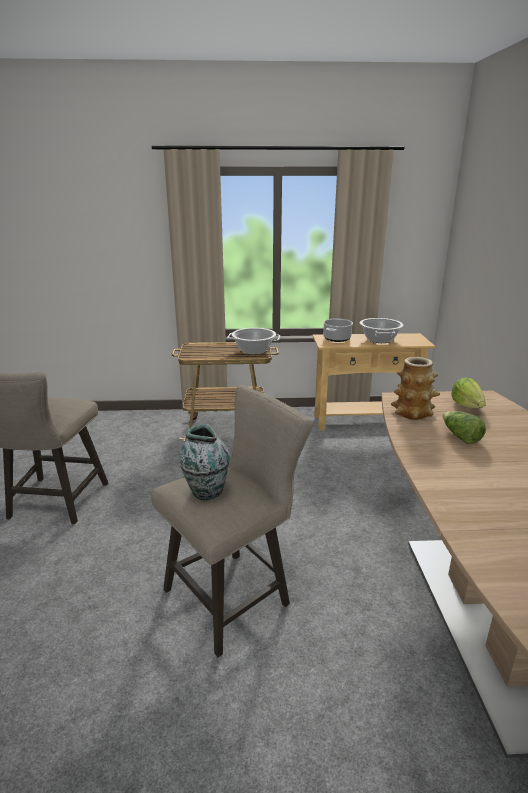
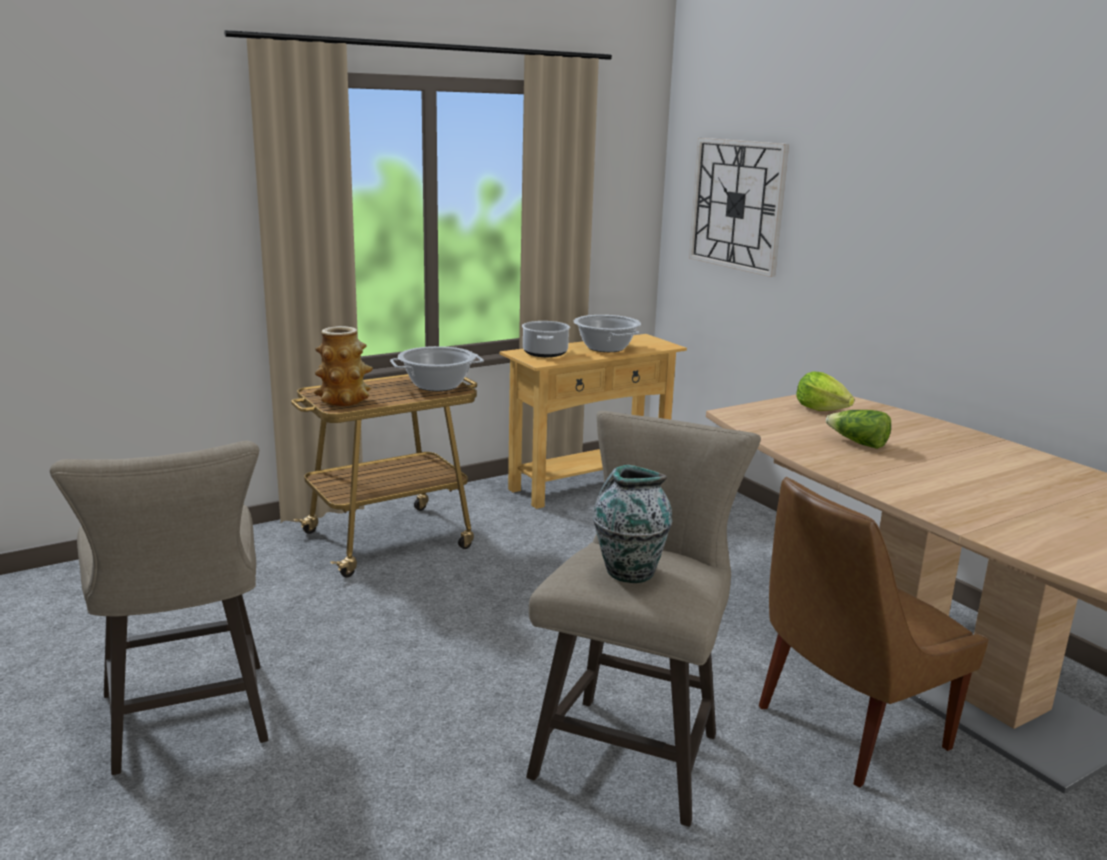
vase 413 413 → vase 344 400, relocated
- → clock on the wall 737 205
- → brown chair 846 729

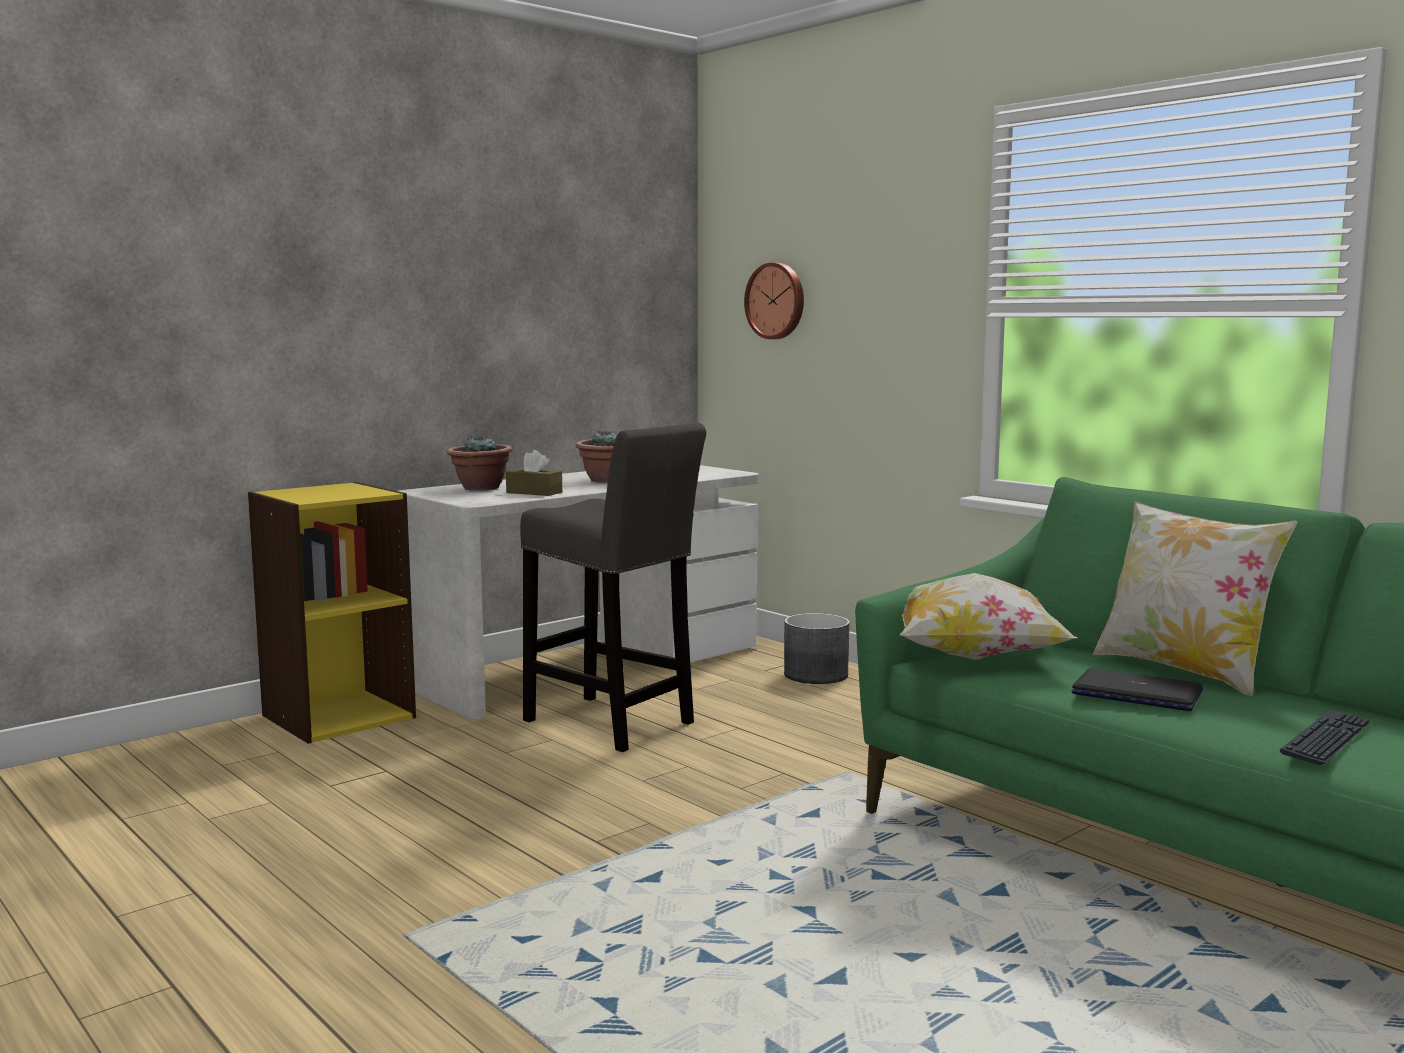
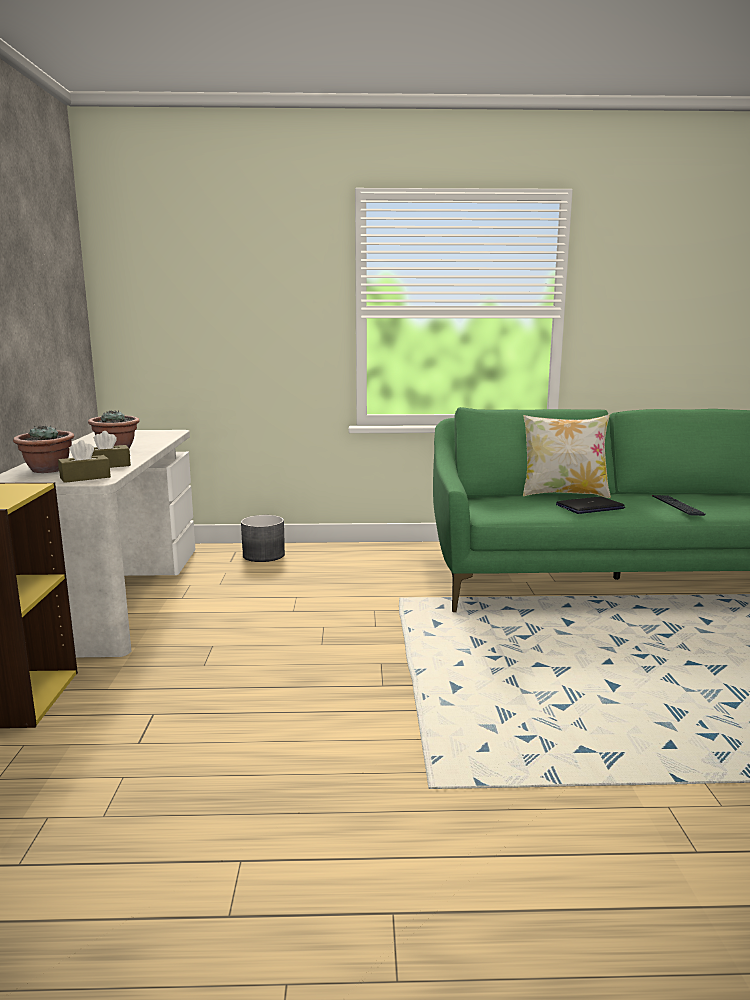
grey stool 613 724 → -
clock on the wall 776 301 → -
pillow 972 656 → -
- → brown tissue holder 85 477

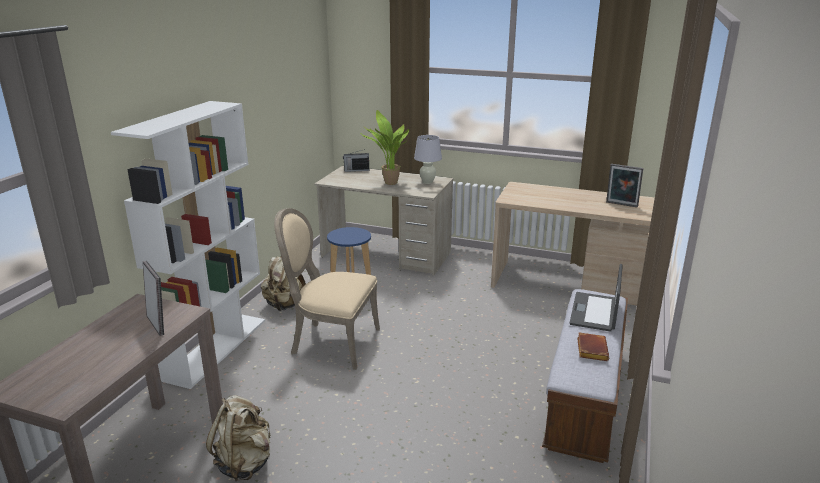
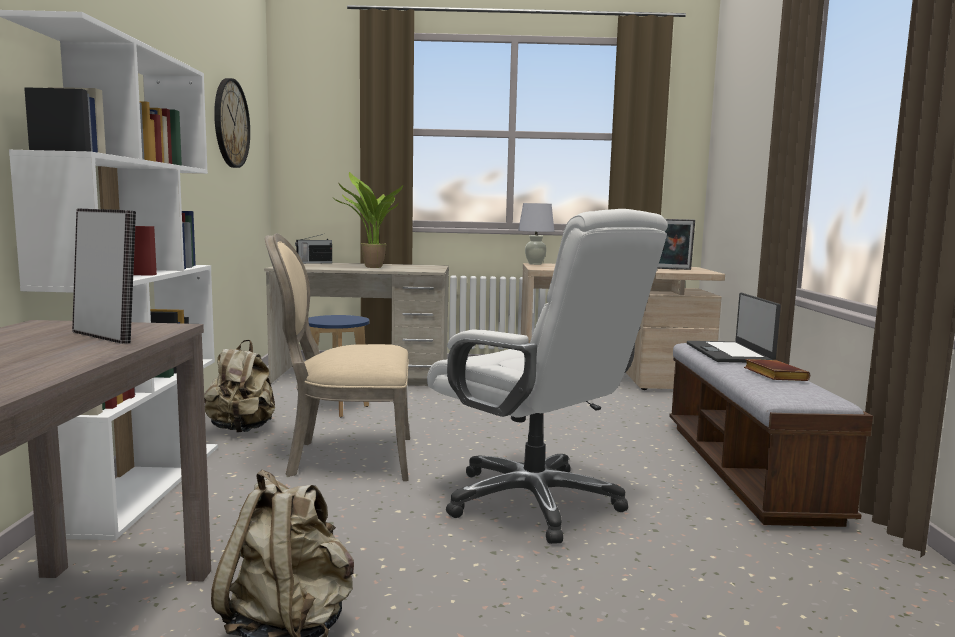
white table lamp 427 182 → white table lamp 534 264, relocated
- → clock on the wall 231 123
- → white office chair 534 502

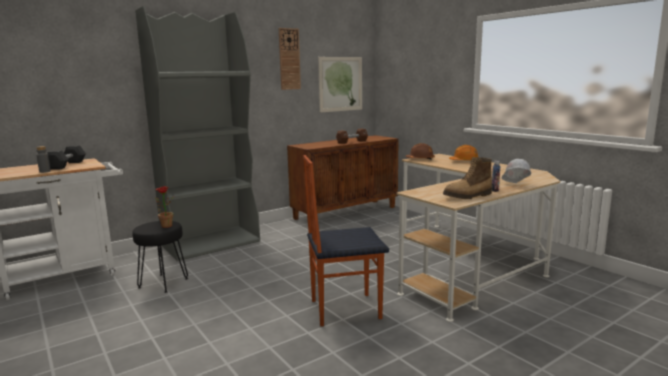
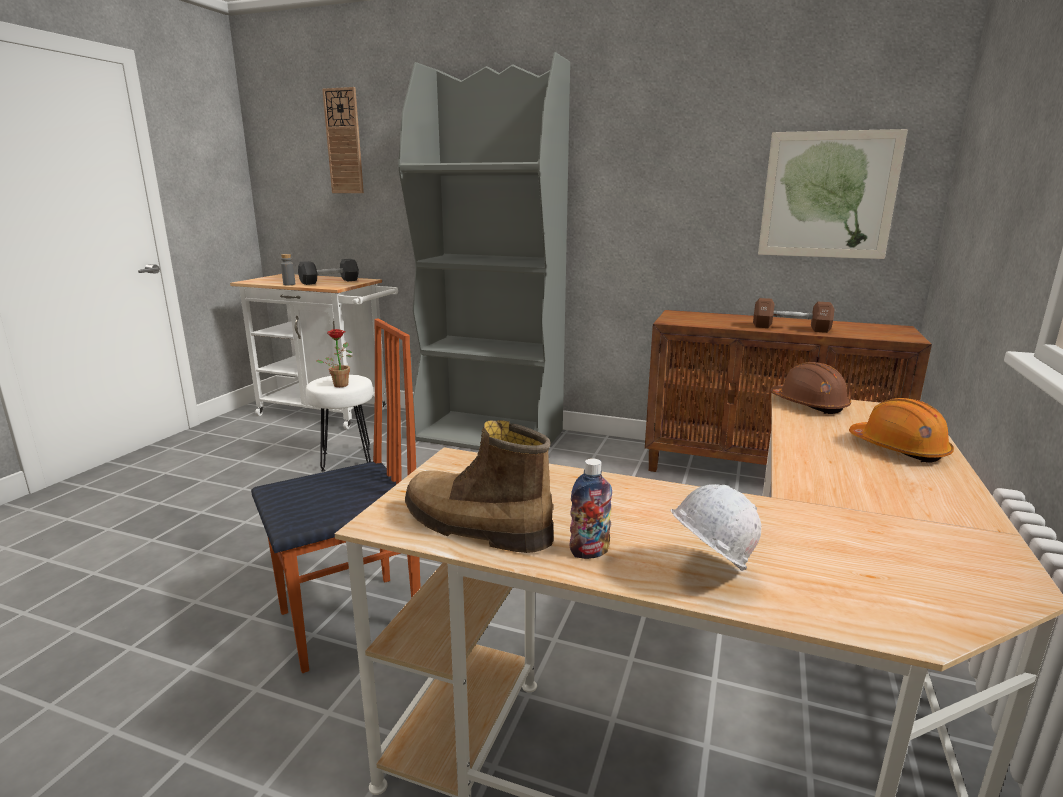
blackish stool 163 283 → white stool 347 459
clock on the wall 289 59 → clock on the wall 344 142, relocated
chair 344 309 → chair 352 622, 105 degrees clockwise

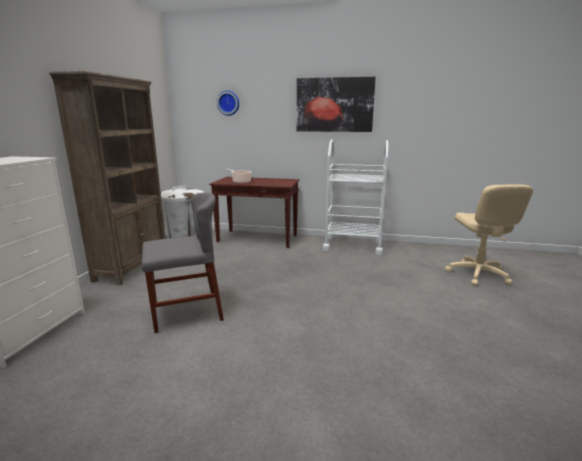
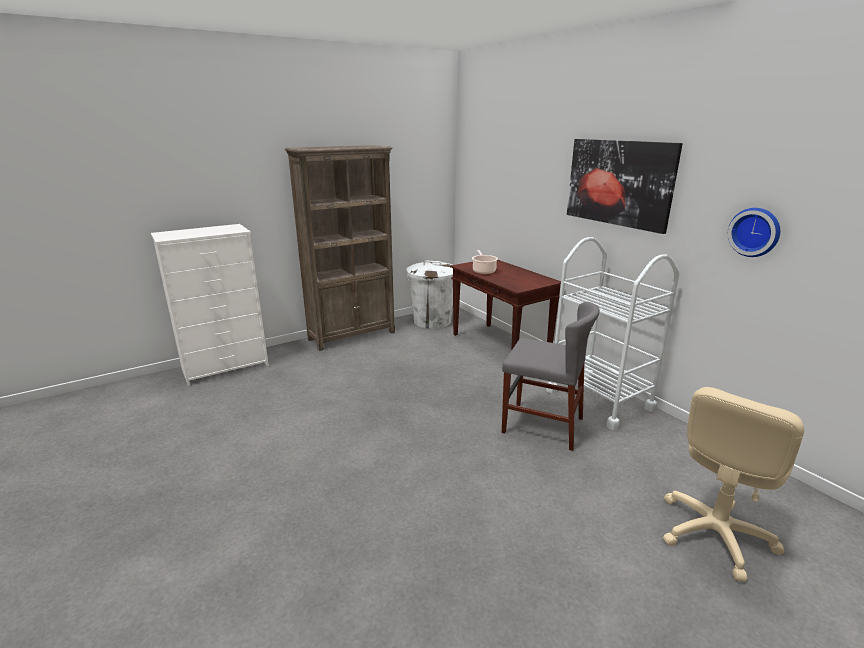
grey chair 187 313 → grey chair 542 425, relocated
clock on the wall 228 103 → clock on the wall 755 232, relocated

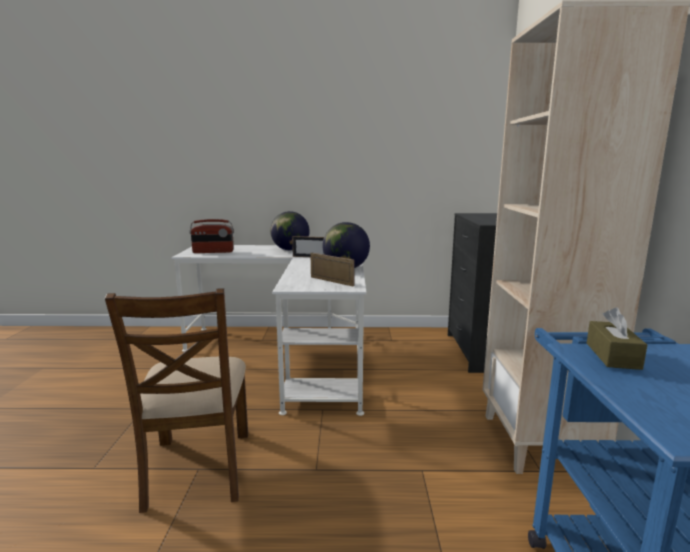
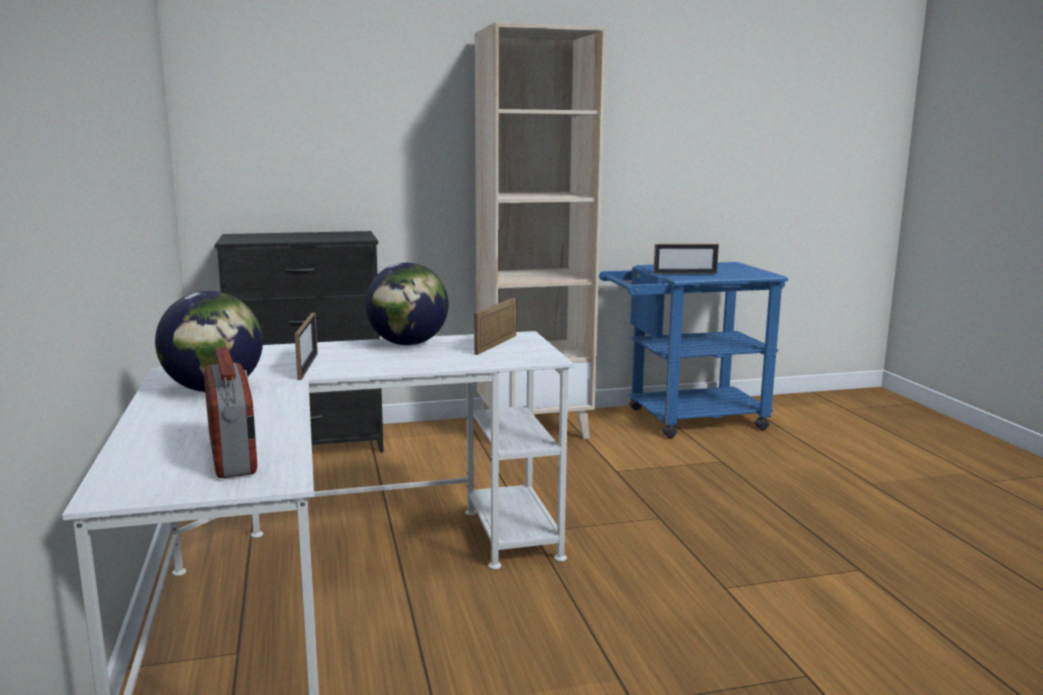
brown chair 198 468 → -
brown tissue holder 612 355 → photo frame 685 273

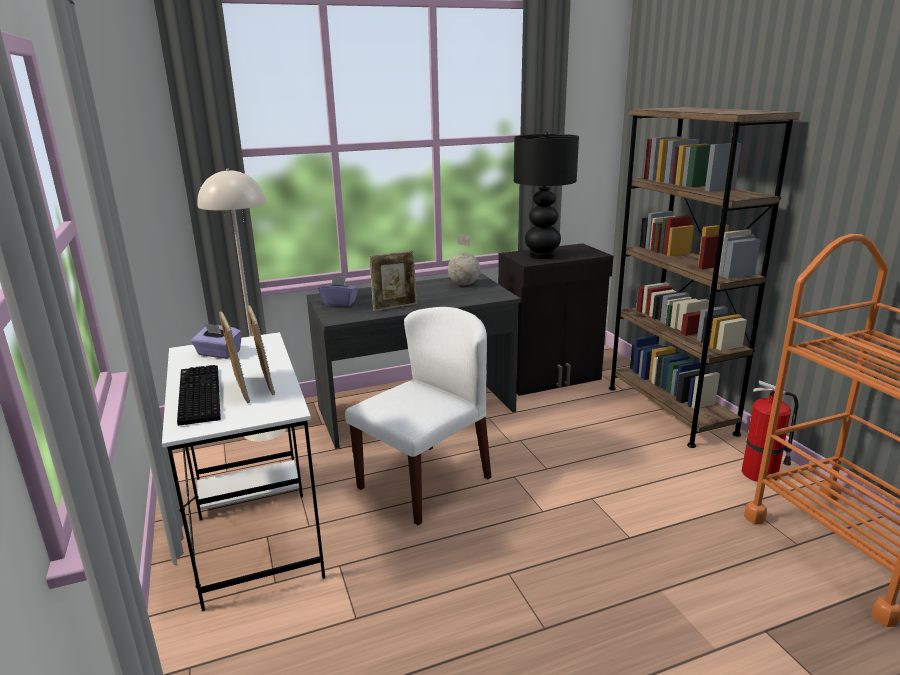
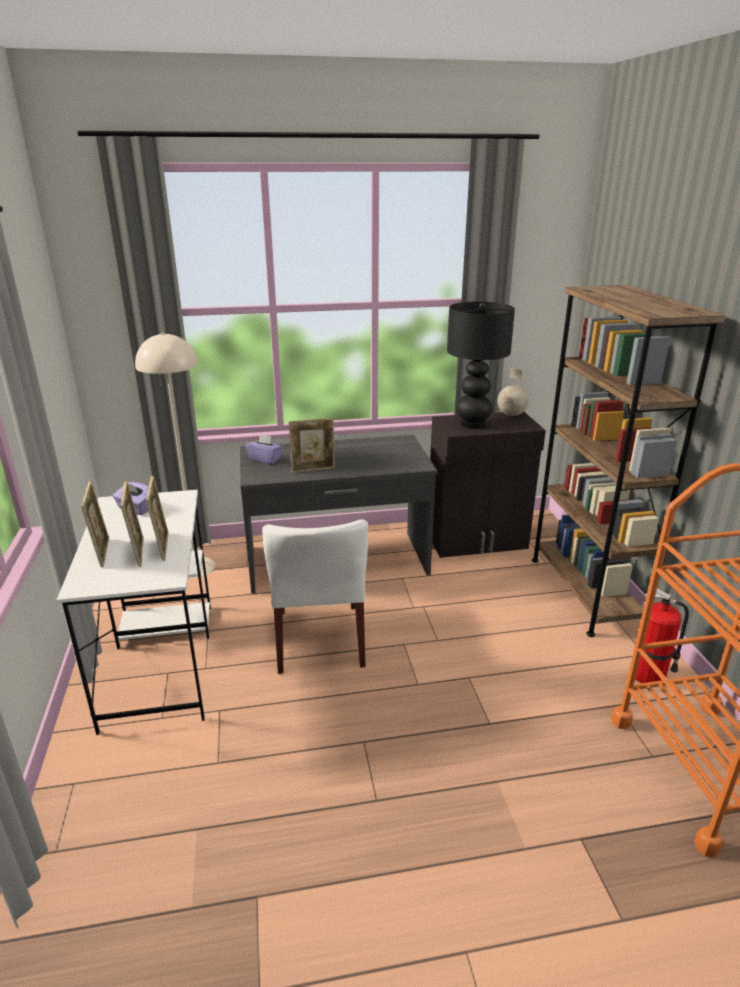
computer keyboard 197 395 → photo frame 102 552
white chair 425 481 → white chair 320 638, 120 degrees clockwise
world globe 464 284 → world globe 511 415, relocated

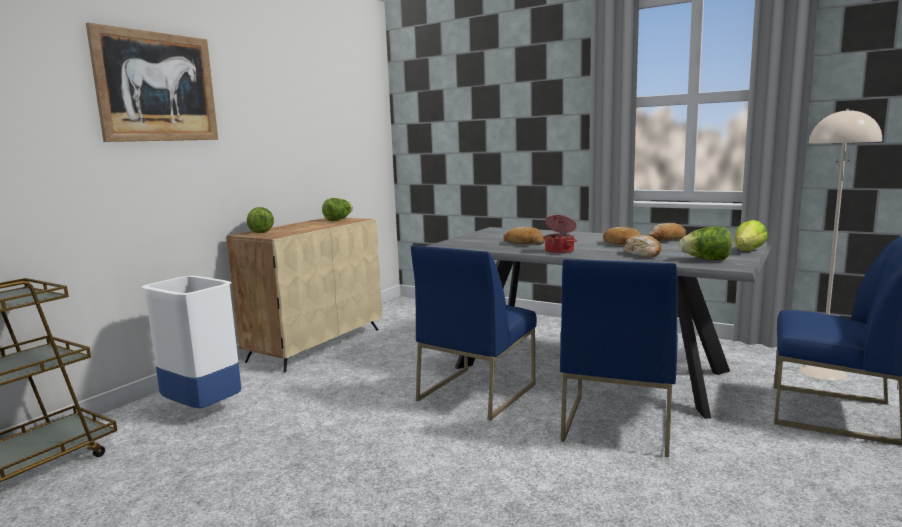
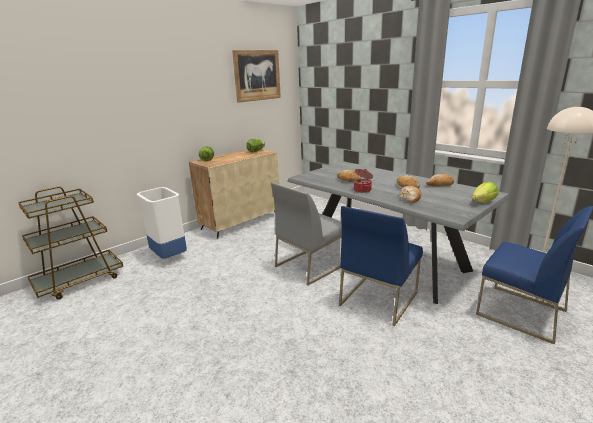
wall art 157 87 → wall art 257 75, relocated
bluish chair 476 392 → grey chair 310 265
lettuce head 706 260 → -

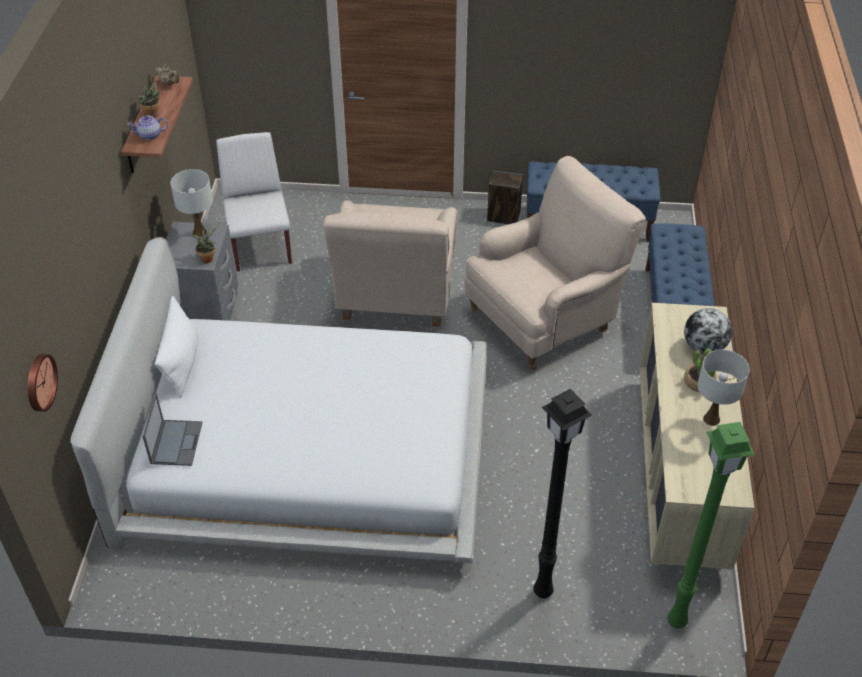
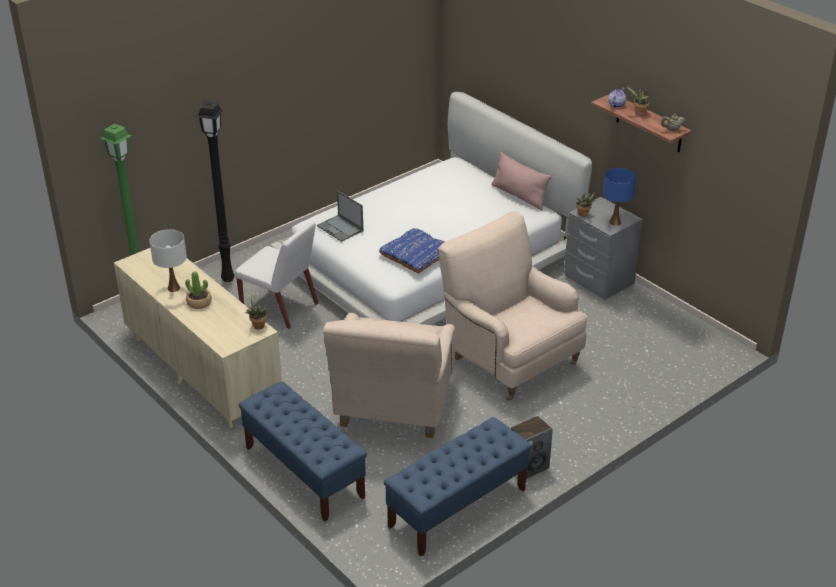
clock on the wall 39 382 → -
laptop 176 442 → laptop 340 228, relocated
white pillow 182 362 → pink pillow 519 195
white table lamp 199 233 → bluish table lamp 615 222
white chair 260 245 → white chair 280 307, relocated
world globe 704 347 → -
- → houseplant 257 325
- → bluish pillow 416 255

